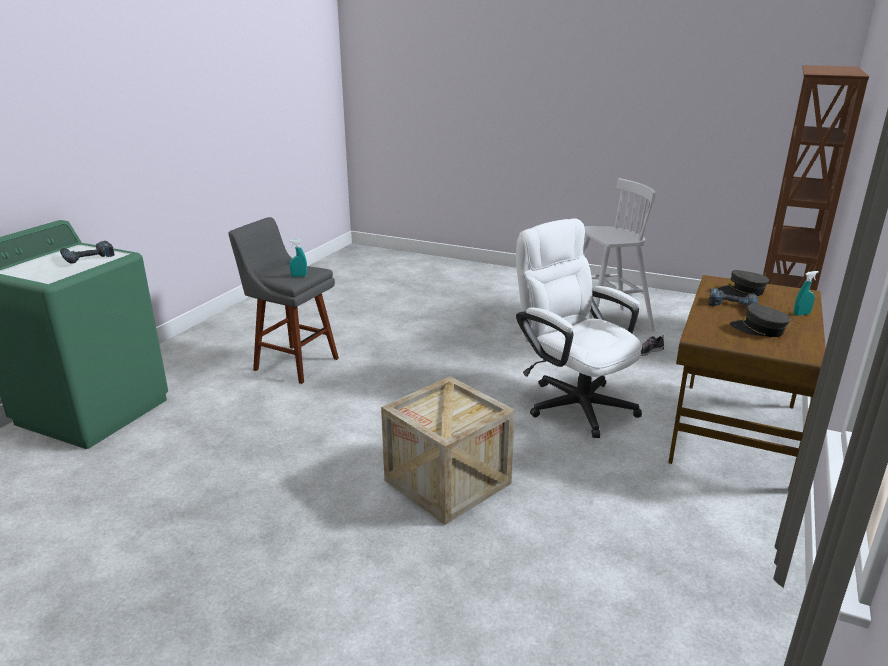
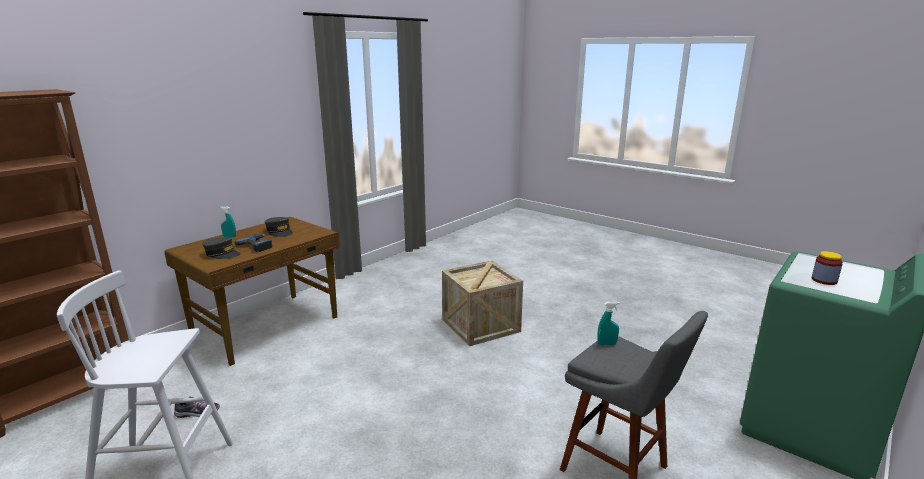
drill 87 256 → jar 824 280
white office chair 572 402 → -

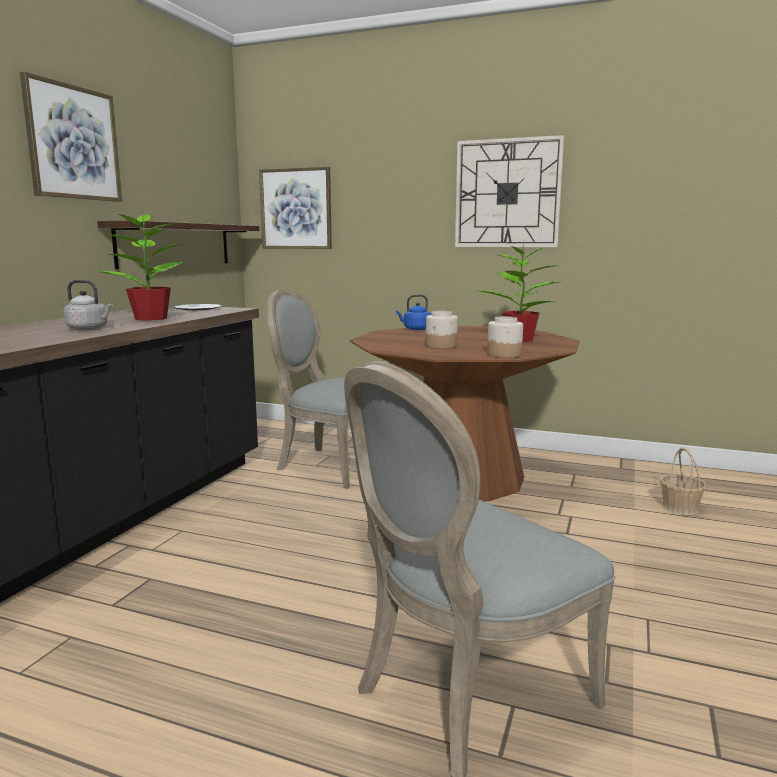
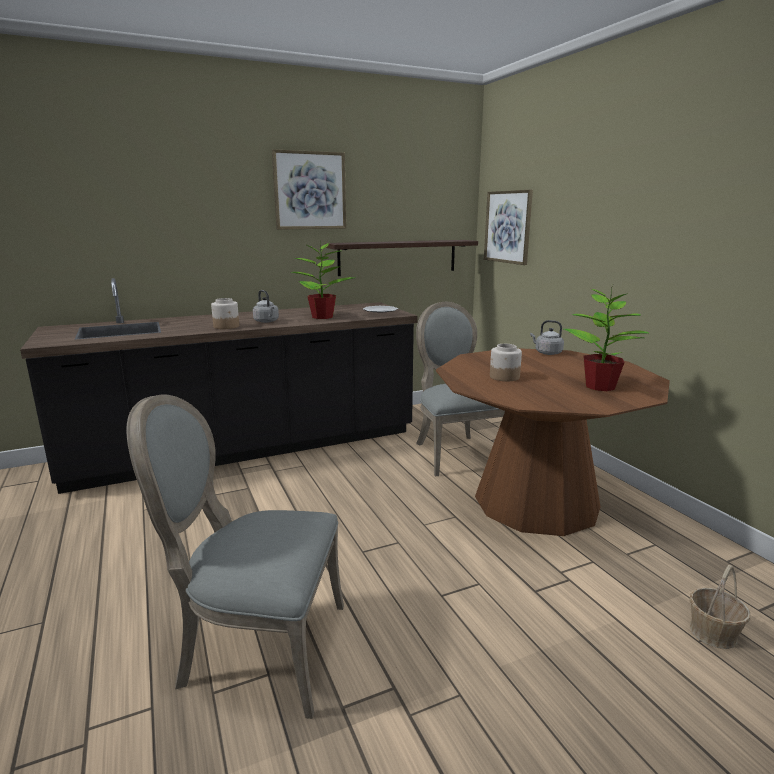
bluish kettle 415 329 → grey kettle 547 353
clock on the wall 507 193 → -
jar 504 355 → jar 226 326, relocated

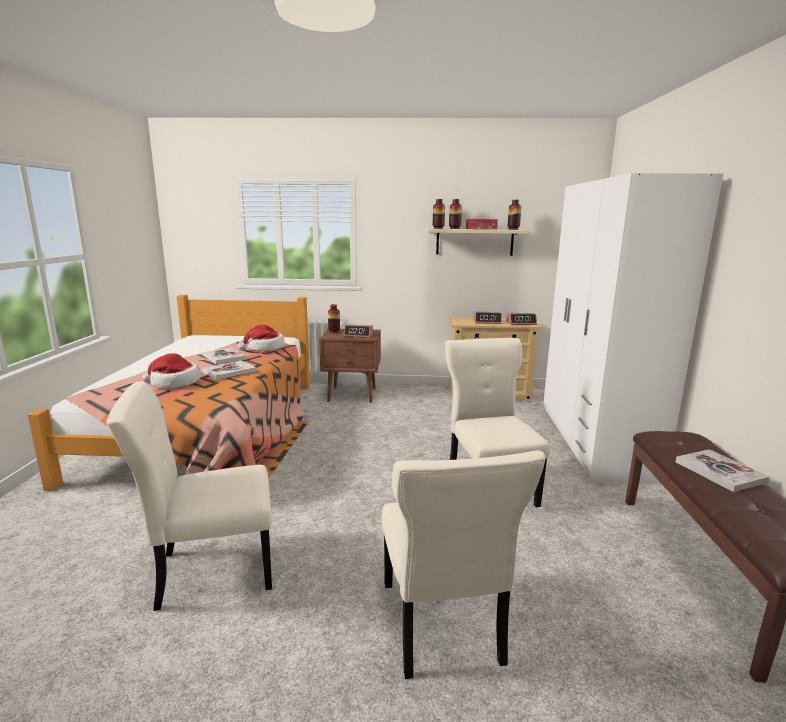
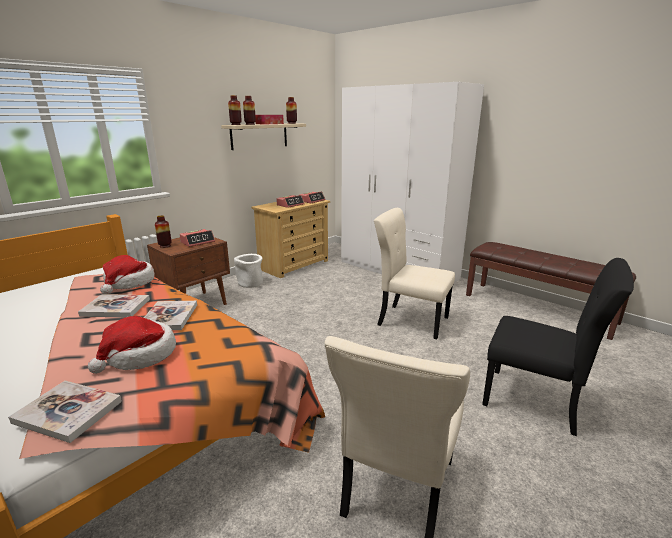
beige-coloured chair 441 626 → blackish chair 536 402
bound book 719 472 → bound book 68 412, relocated
- → white planter 250 283

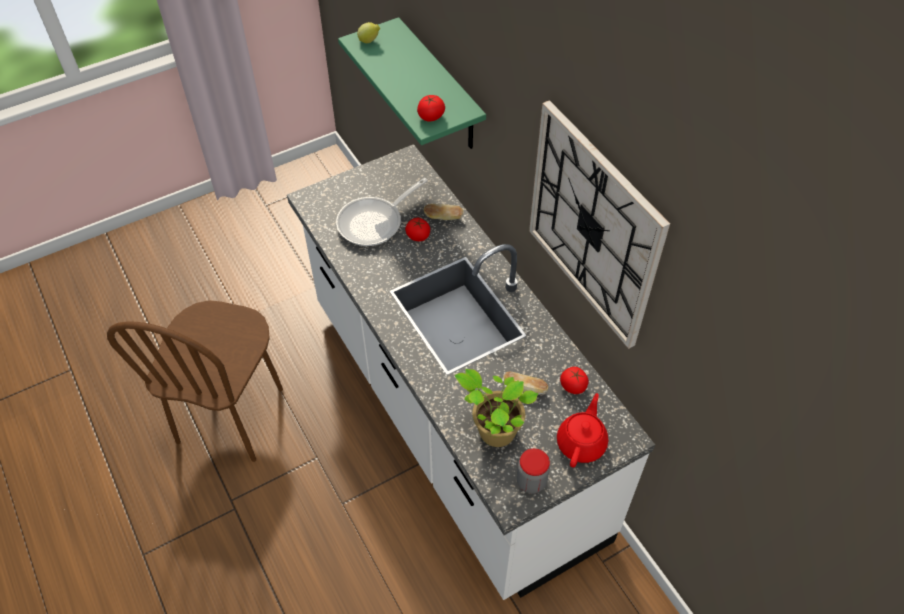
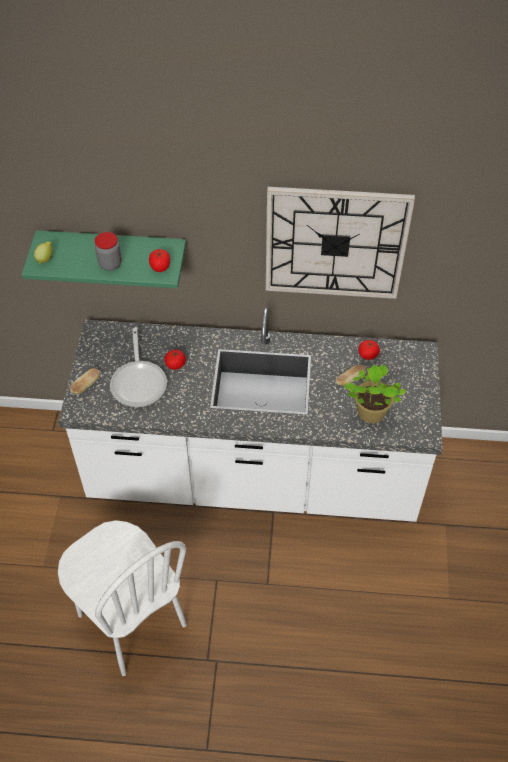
brown chair 231 415 → white chair 131 621
bread 443 217 → bread 86 385, relocated
jar 531 481 → jar 110 264, relocated
reddish tea pot 581 443 → -

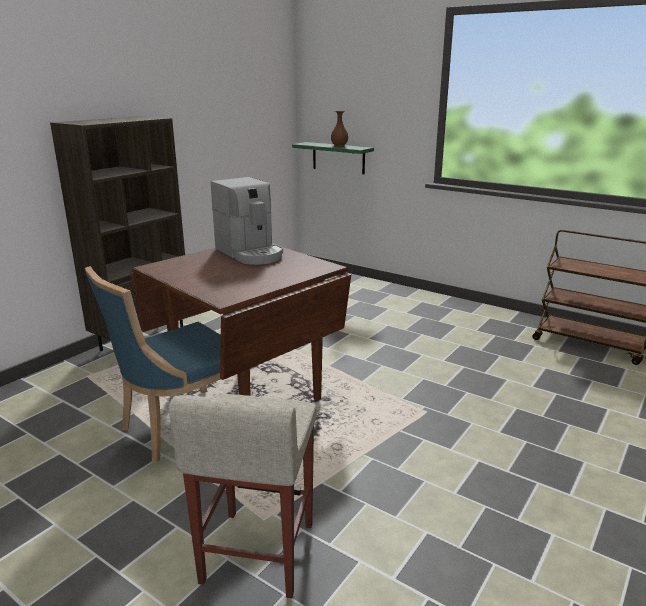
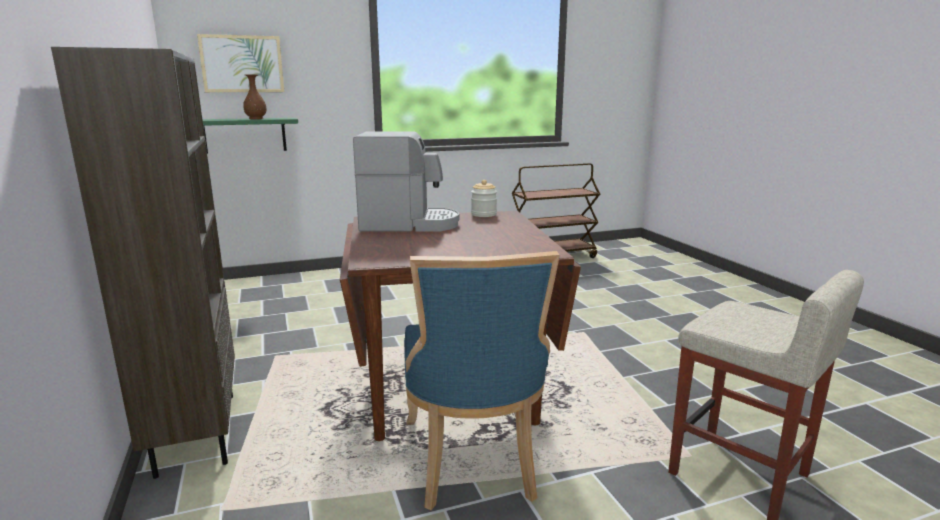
- → wall art 242 64
- → jar 483 214

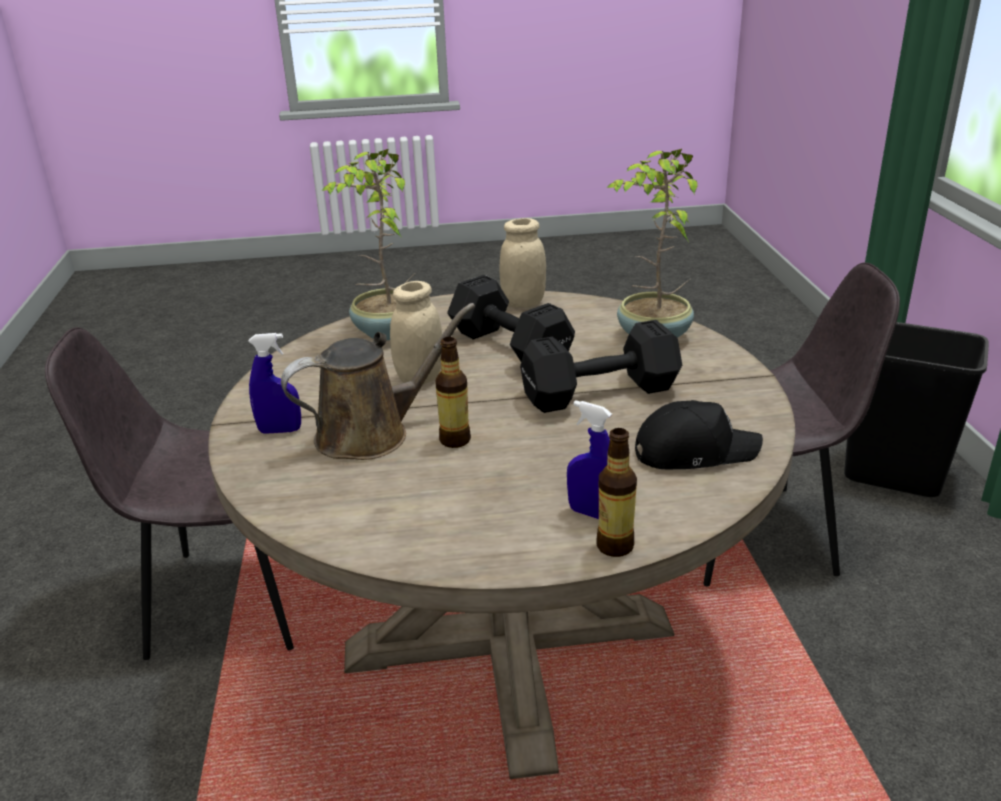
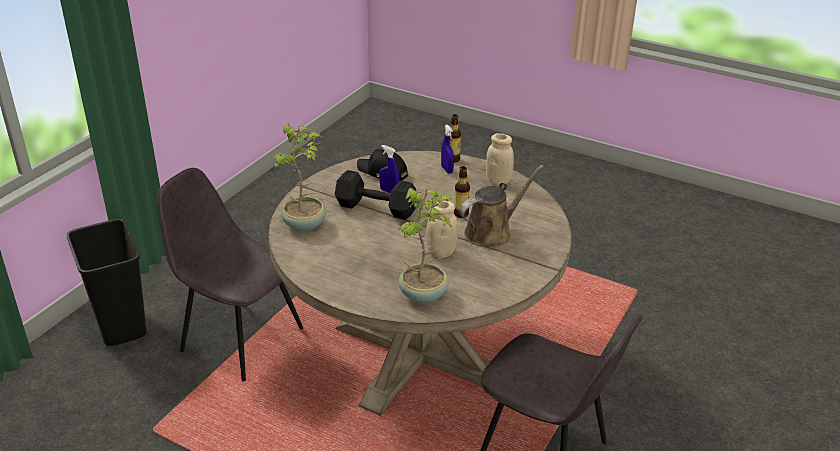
bluish hand sprayer 280 430 → bluish hand sprayer 389 191, relocated
brown watering pot 371 434 → brown watering pot 491 232, 135 degrees clockwise
blackish hand weight 509 346 → -
beige-coloured jar 523 303 → beige-coloured jar 498 181, relocated

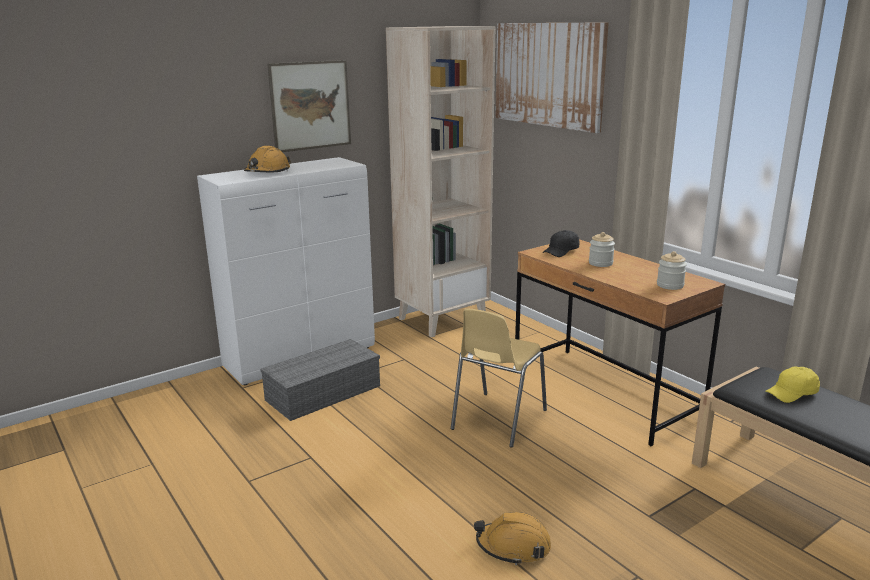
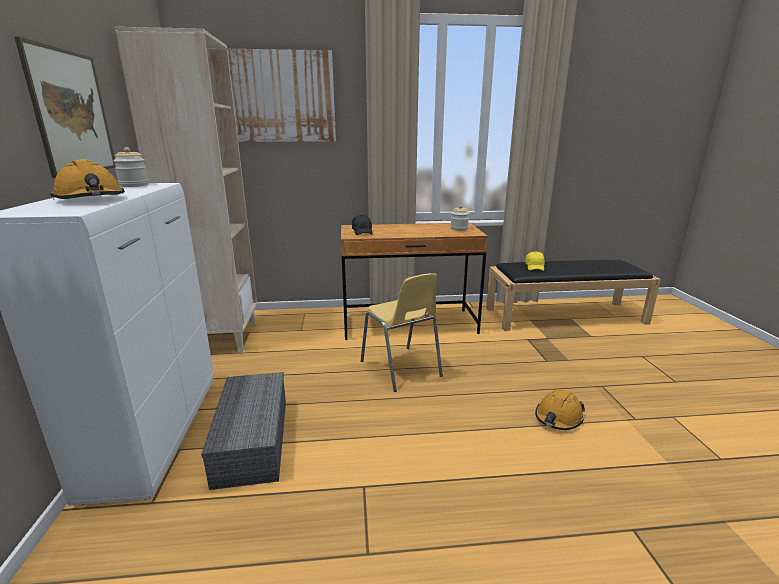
jar 600 263 → jar 134 185, relocated

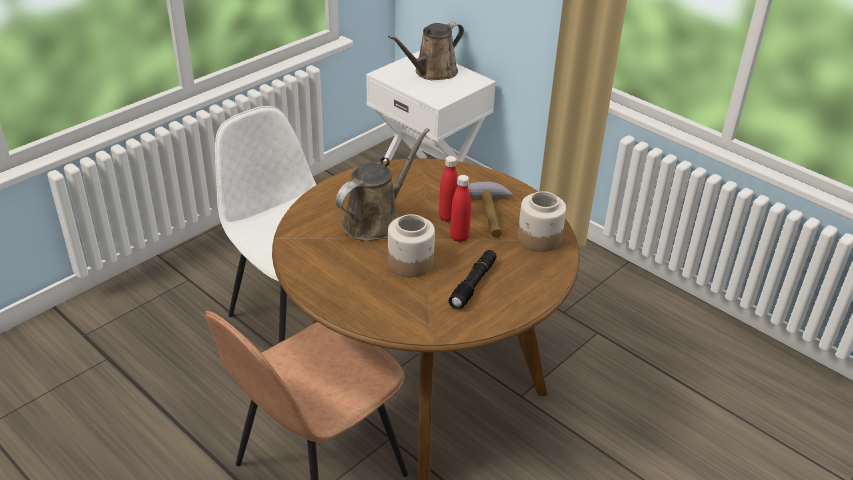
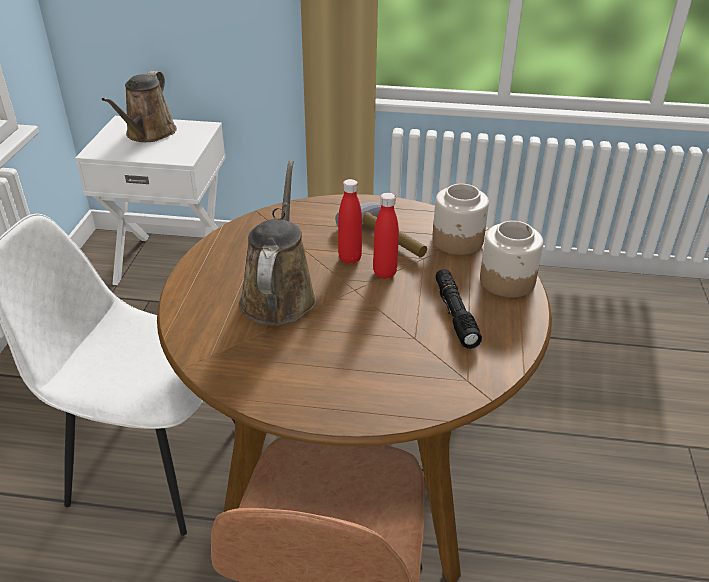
jar 411 263 → jar 507 280, relocated

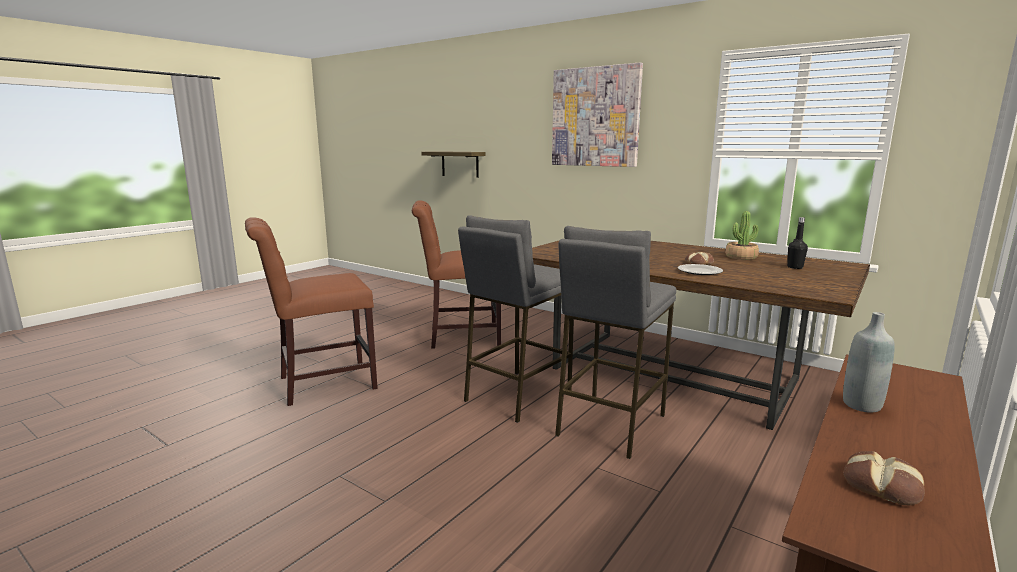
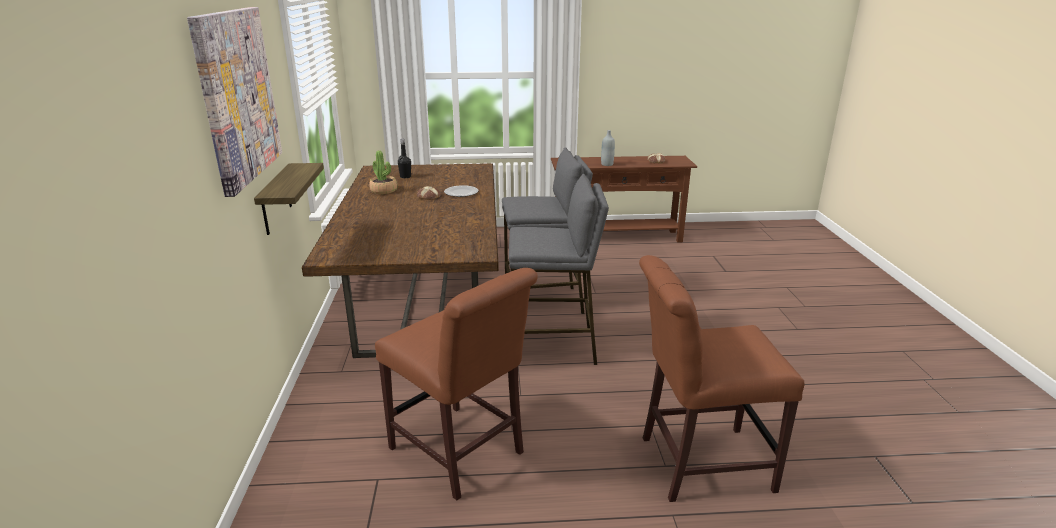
brown chair 321 383 → brown chair 698 463, 150 degrees clockwise
shelf 460 164 → shelf 276 199, relocated

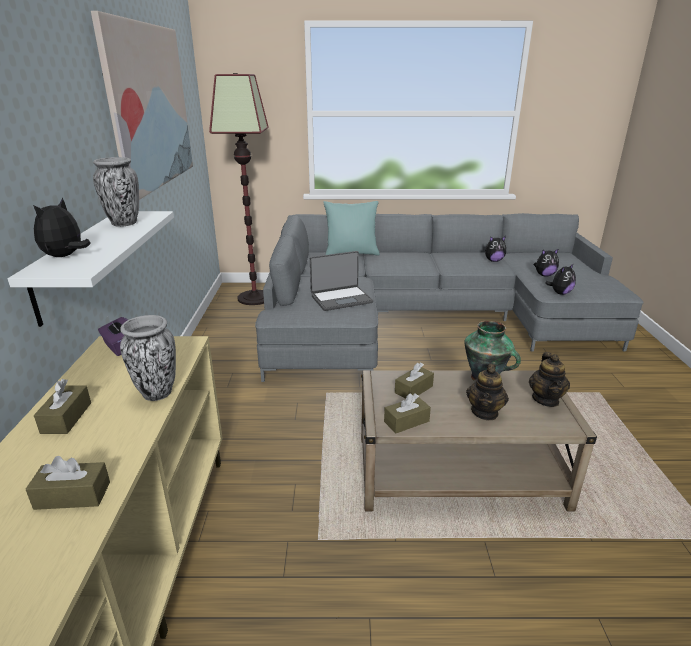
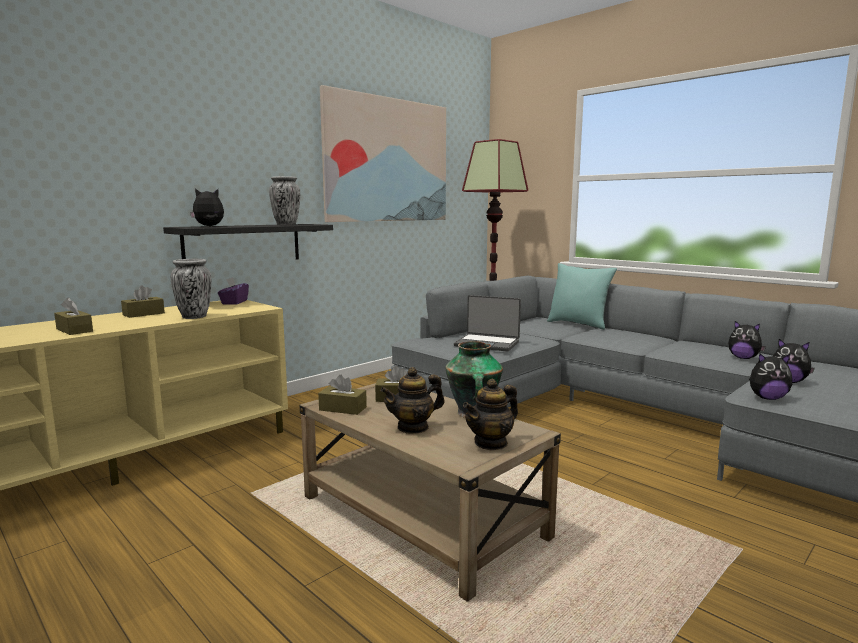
white shelf 78 263 → blackish shelf 243 244

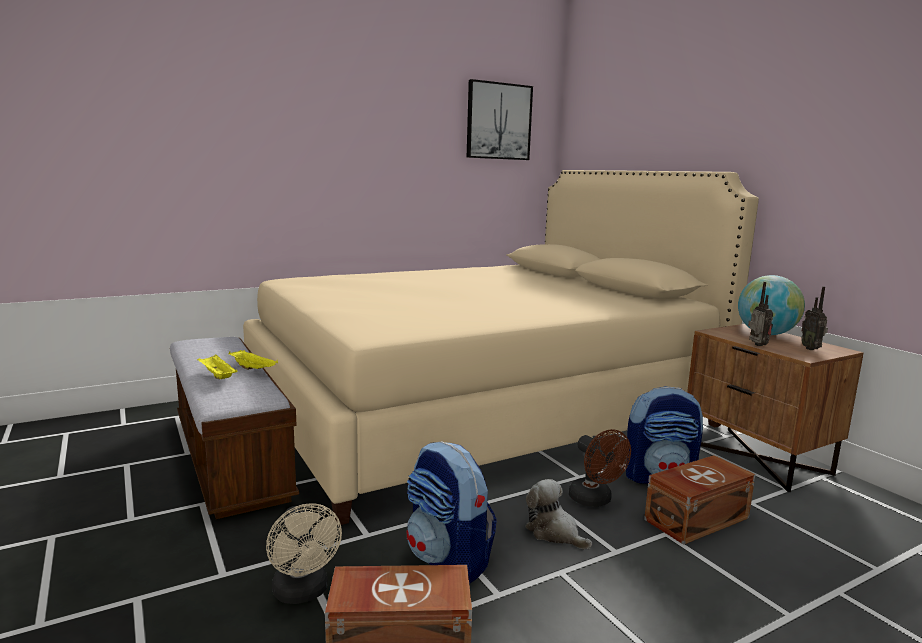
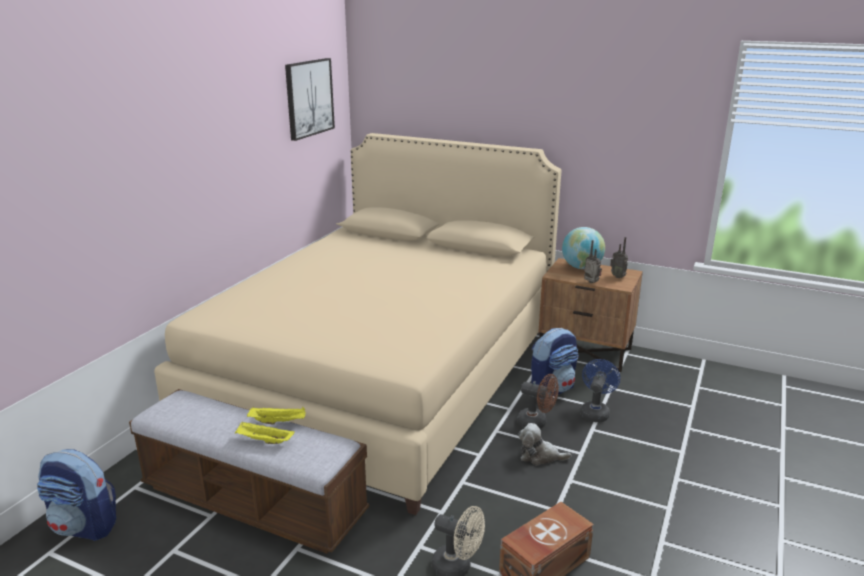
backpack 448 560 → backpack 85 526, relocated
brown storage box 694 518 → bluish cooling fan 595 412

